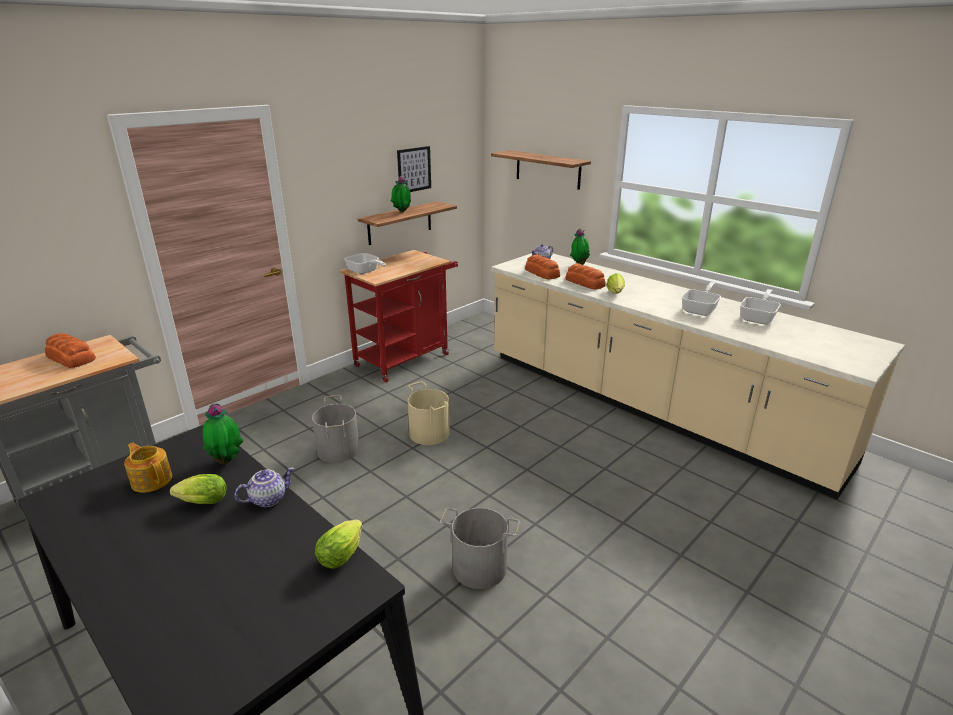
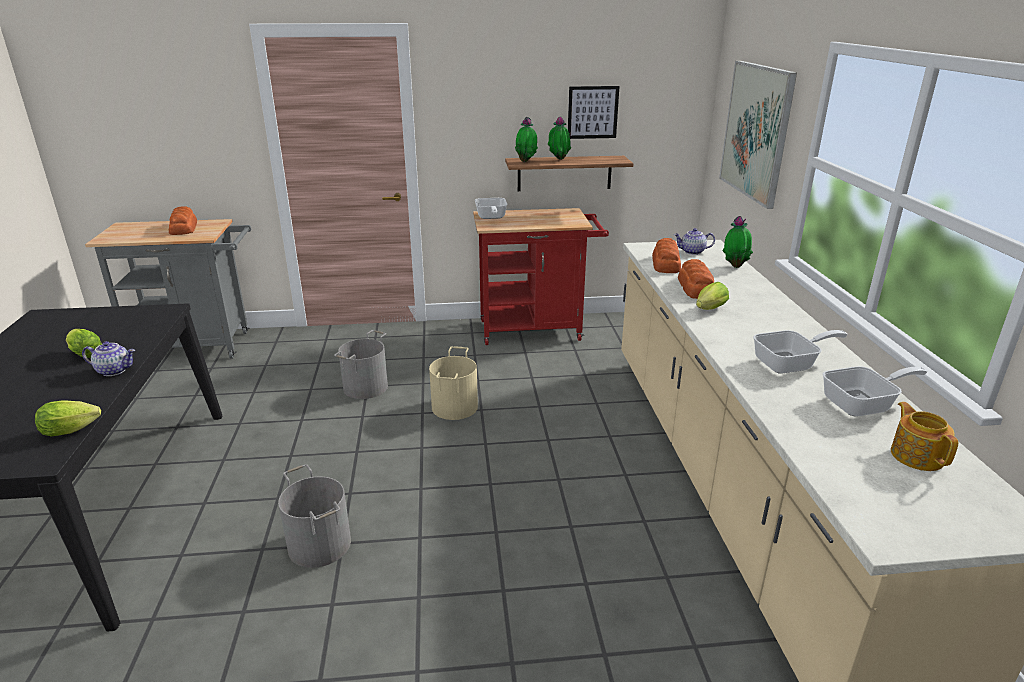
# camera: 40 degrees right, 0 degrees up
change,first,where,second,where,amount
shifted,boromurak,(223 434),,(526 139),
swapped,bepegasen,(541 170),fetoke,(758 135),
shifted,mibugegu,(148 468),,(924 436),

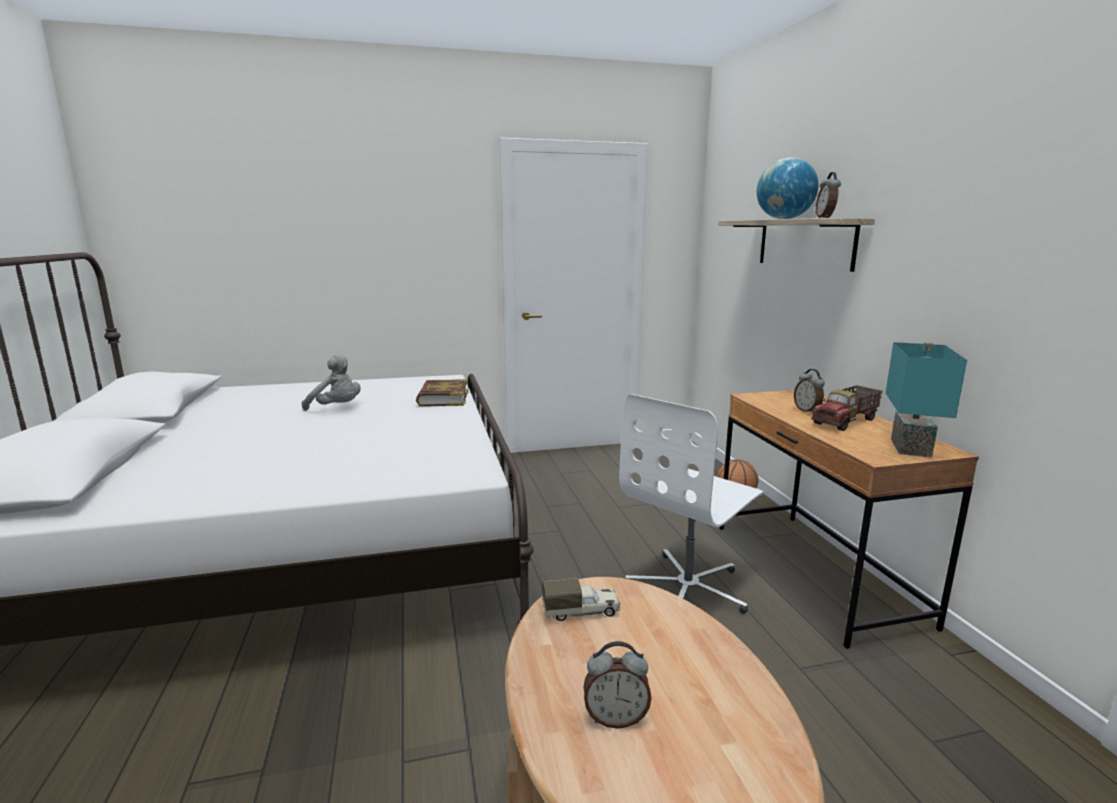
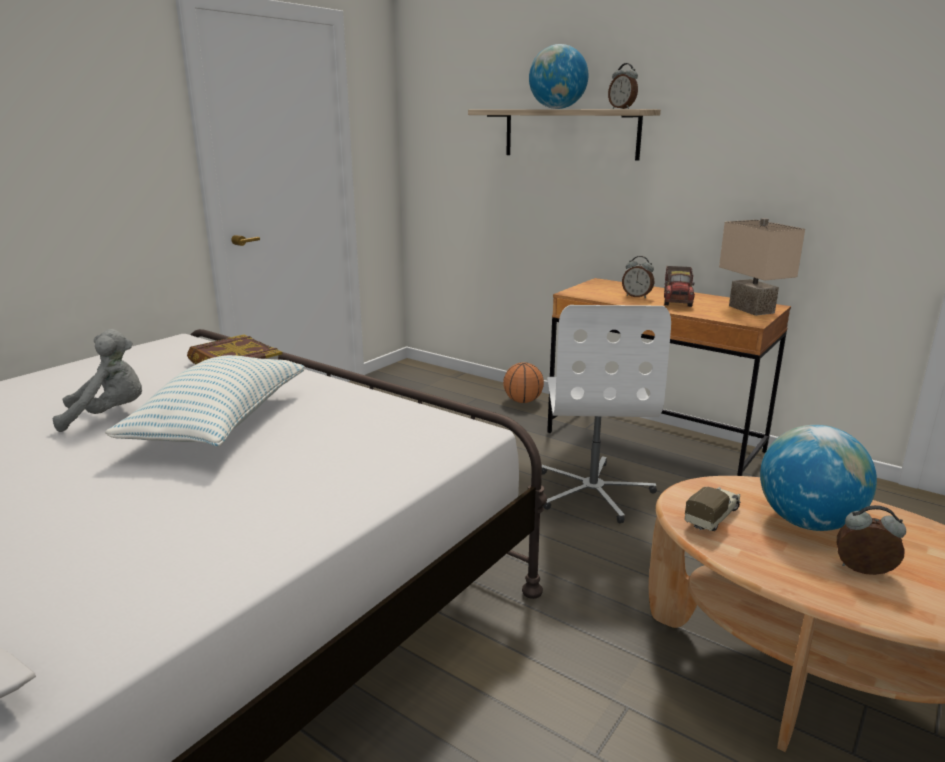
# camera: 40 degrees left, 5 degrees up
change,first,where,second,where,amount
new,,,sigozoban,(204 401),
repainted,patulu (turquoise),(926 400),patulu (beige),(762 267),
new,,,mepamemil,(818 478),
rotated,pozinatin,(618 685),,(871 540),120 degrees counterclockwise

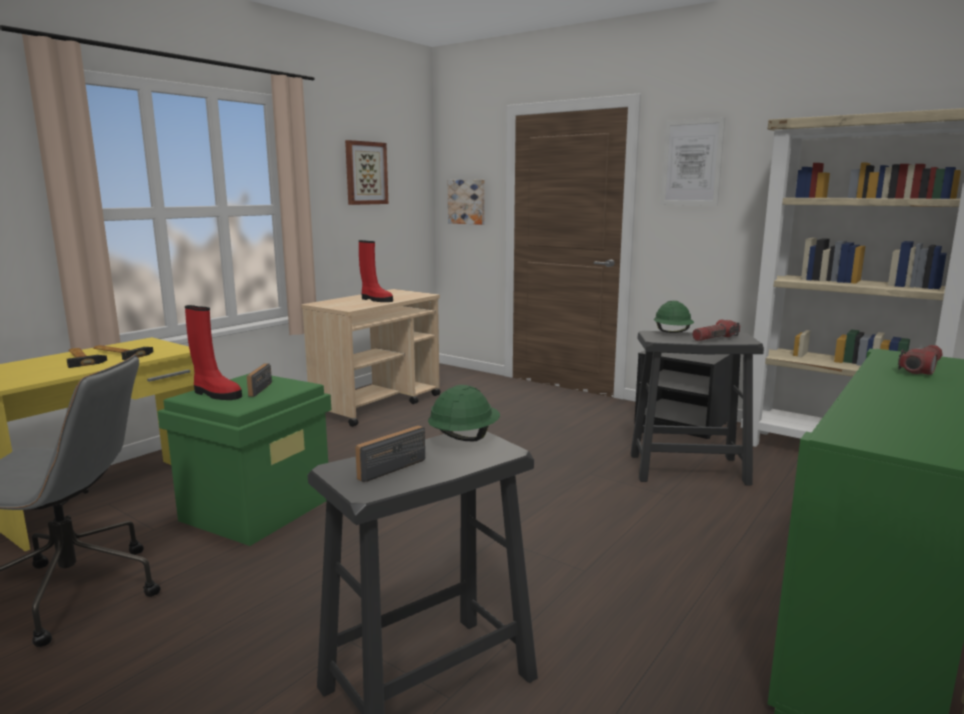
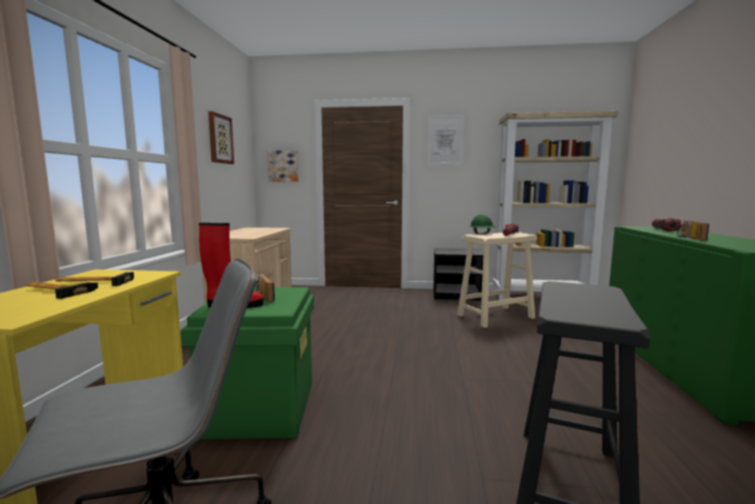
# camera: 30 degrees left, 5 degrees down
change,first,where,second,where,amount
repainted,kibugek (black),(697 408),kibugek (beige),(497 280),
shifted,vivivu,(390 453),,(693 230),
gone,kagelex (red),(376 271),,,
gone,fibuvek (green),(464 413),,,

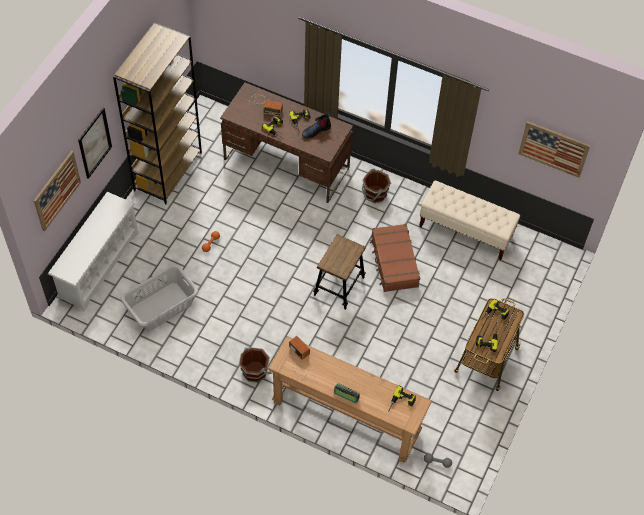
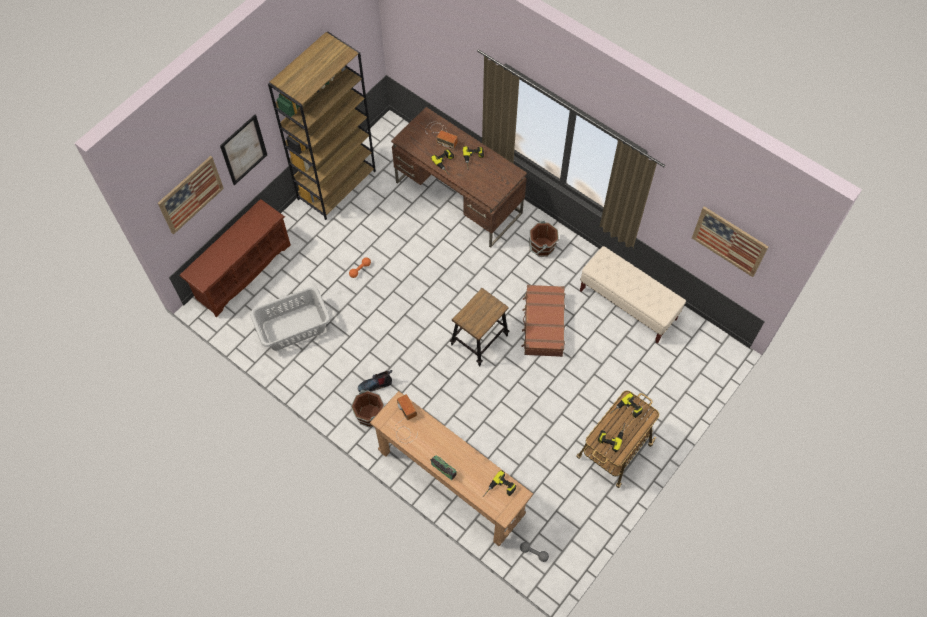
# camera: 15 degrees right, 5 degrees up
change,first,where,second,where,amount
repainted,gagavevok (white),(93 251),gagavevok (brown),(235 258),
shifted,kagelex,(317 125),,(375 381),

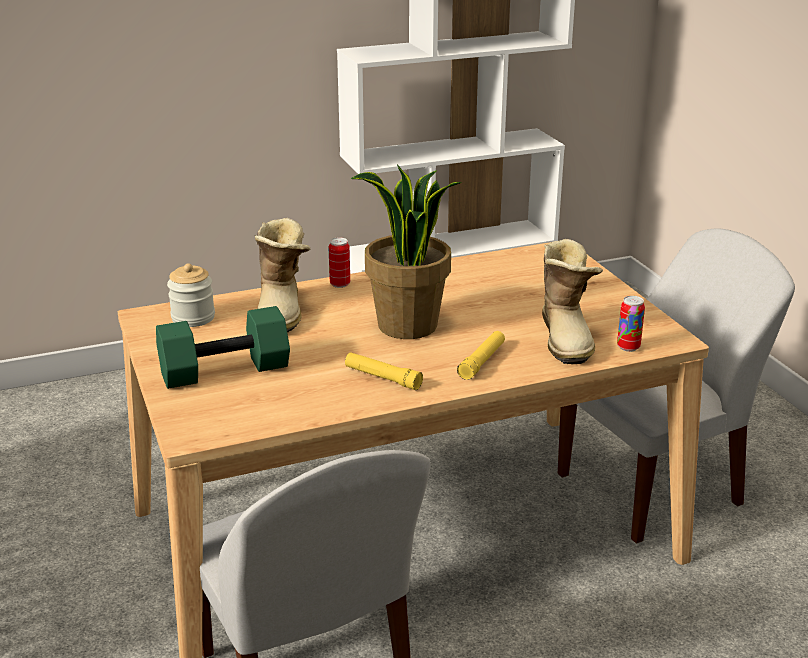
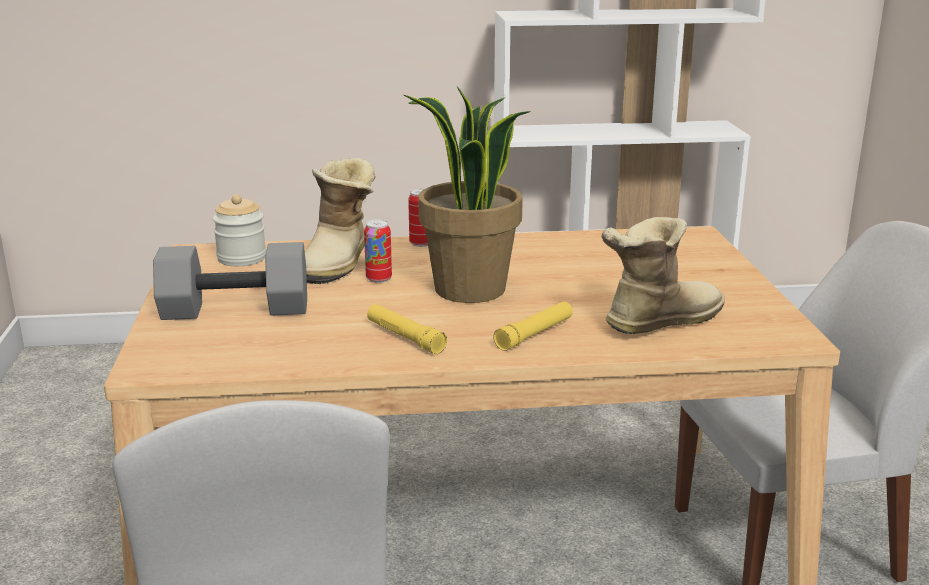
# camera: 15 degrees right, 5 degrees down
change,first,where,second,where,amount
repainted,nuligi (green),(223 347),nuligi (grey),(230 281),
shifted,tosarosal,(631 324),,(378 251),
rotated,kagelex,(572 301),,(663 275),135 degrees counterclockwise

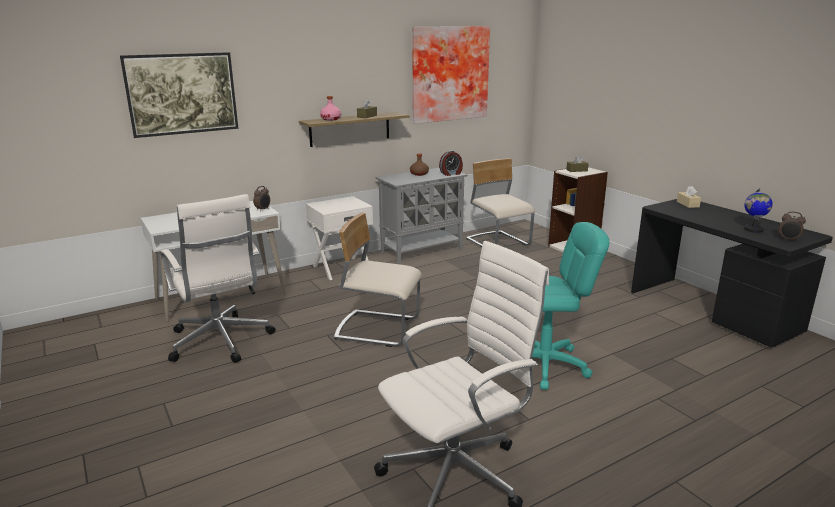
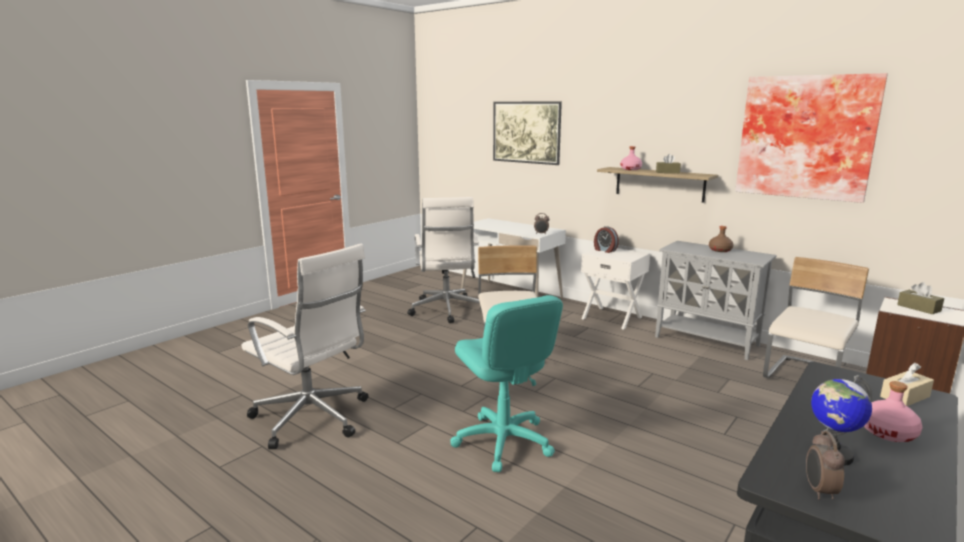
# camera: 70 degrees right, 5 degrees down
change,first,where,second,where,amount
rotated,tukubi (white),(218 278),,(444 260),45 degrees counterclockwise
shifted,pozinatin,(451 163),,(606 239),
new,,,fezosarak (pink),(893 411),

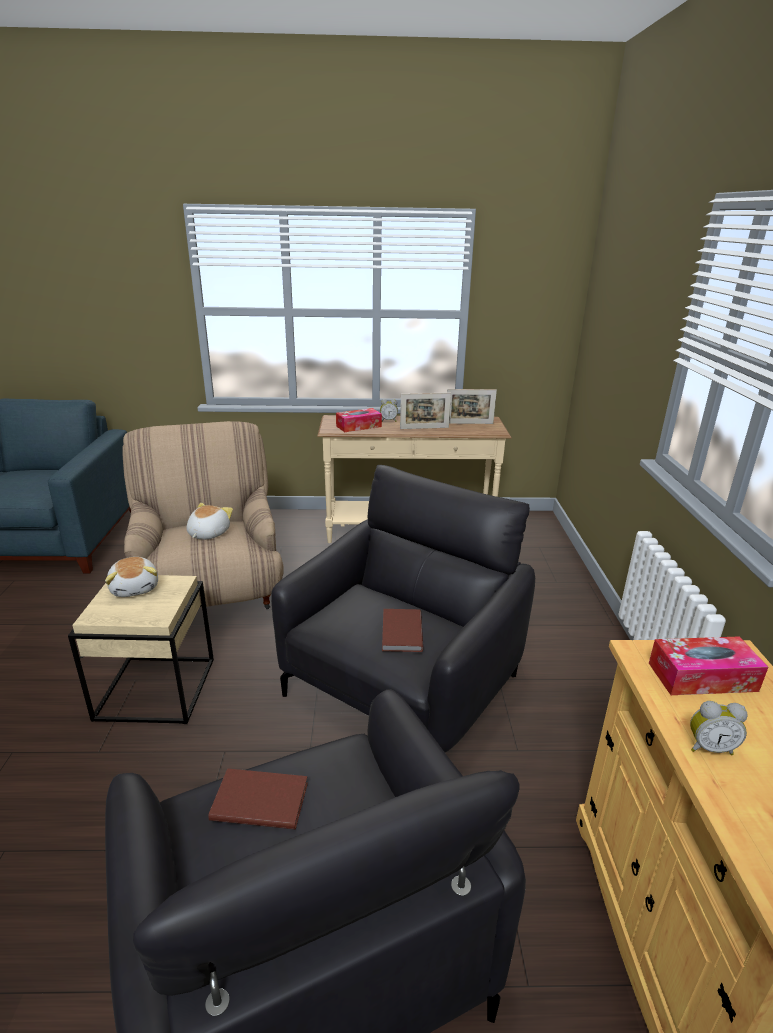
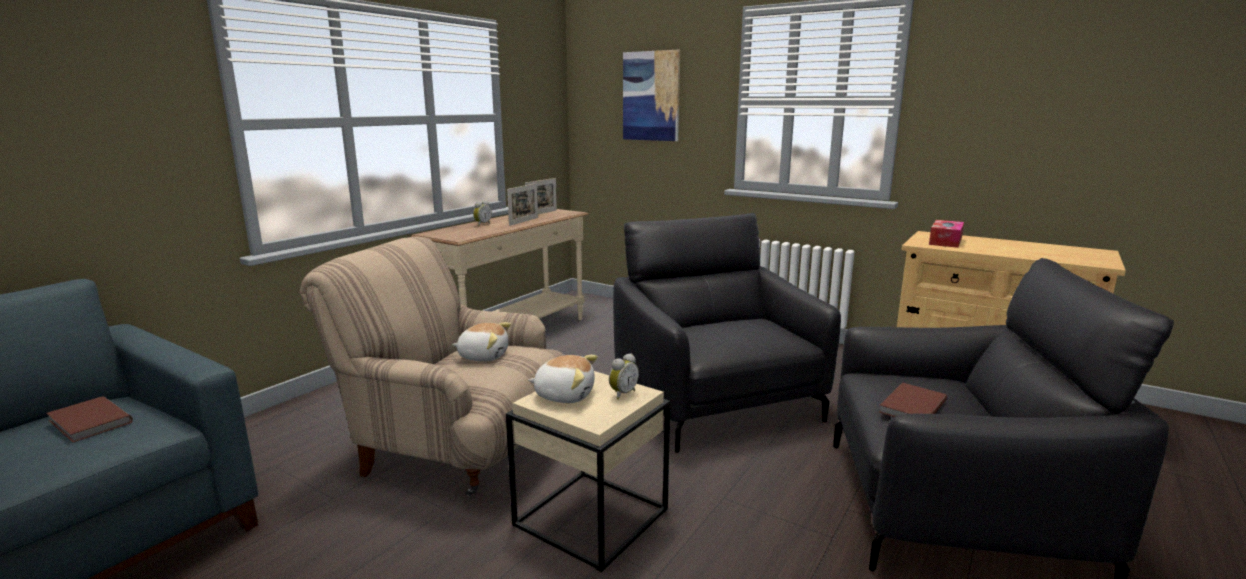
# camera: 55 degrees left, 10 degrees down
change,first,where,second,where,amount
shifted,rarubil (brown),(402 630),,(90 419),
rotated,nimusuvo,(210 521),,(481 342),135 degrees clockwise
shifted,pozinatin,(718 728),,(624 376),
new,,,fetoke,(651 95),
gone,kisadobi,(359 420),,,

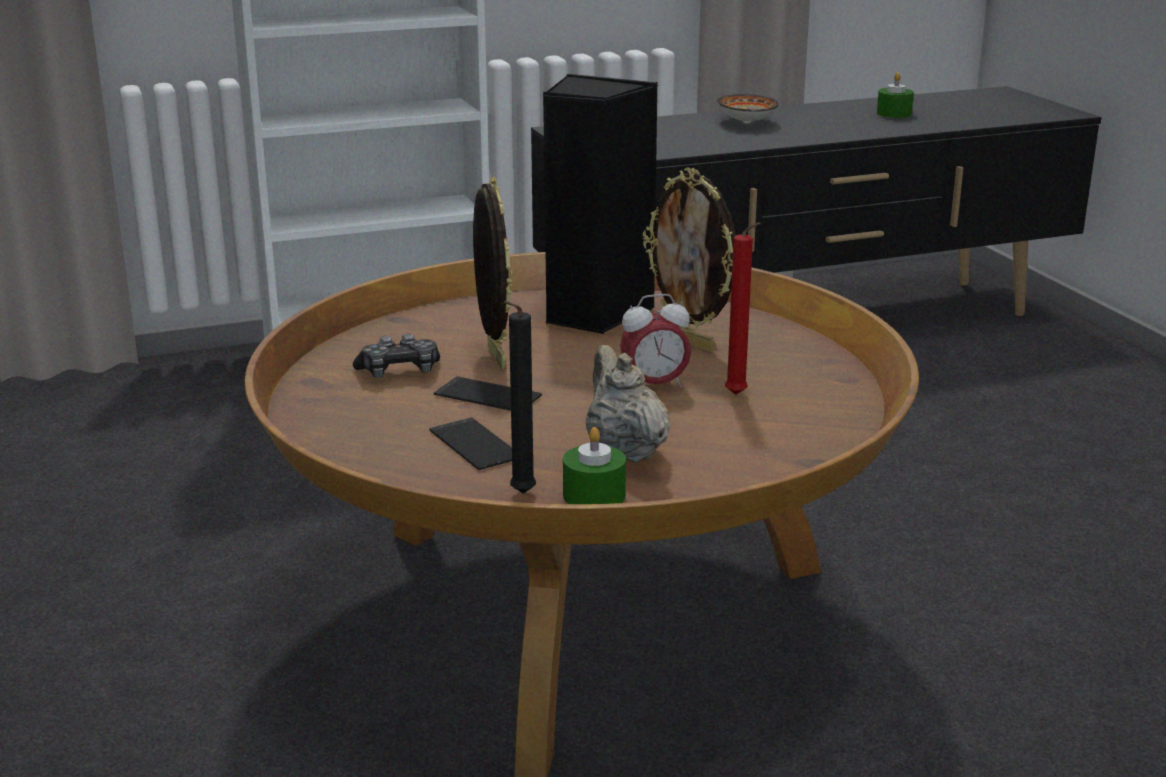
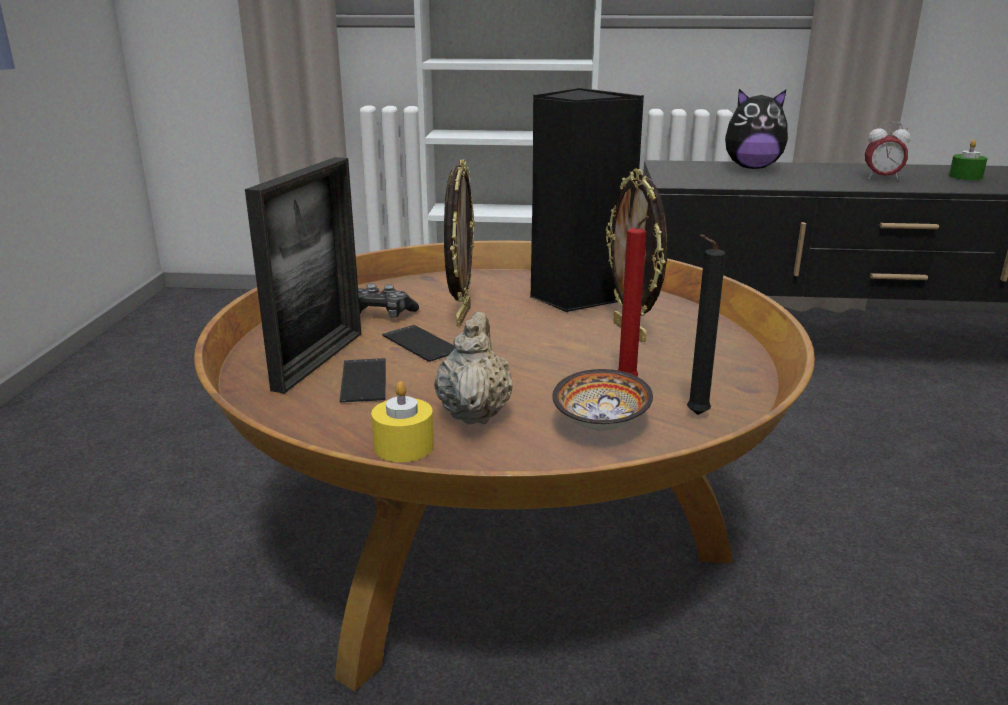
# camera: 25 degrees right, 0 degrees up
change,first,where,second,where,amount
new,,,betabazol,(303 275),
repainted,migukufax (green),(594 465),migukufax (yellow),(402 421),
shifted,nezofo,(748 108),,(602 400),
shifted,migukufax (black),(520 397),,(706 324),
new,,,nimusuvo,(756 129),
shifted,pozinatin,(655 341),,(888 151),

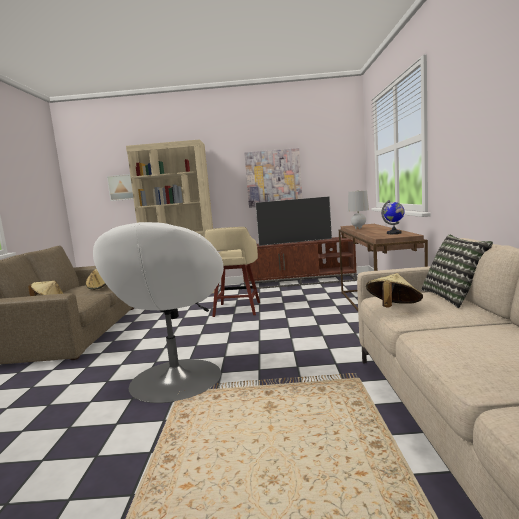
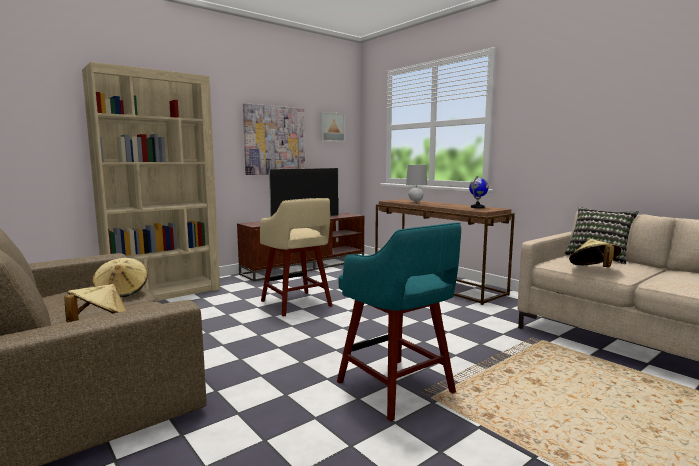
# camera: 40 degrees left, 0 degrees up
change,first,where,second,where,amount
shifted,fetoke,(120 187),,(332 127),
swapped,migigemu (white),(158 312),kibugek (turquoise),(399 322),

